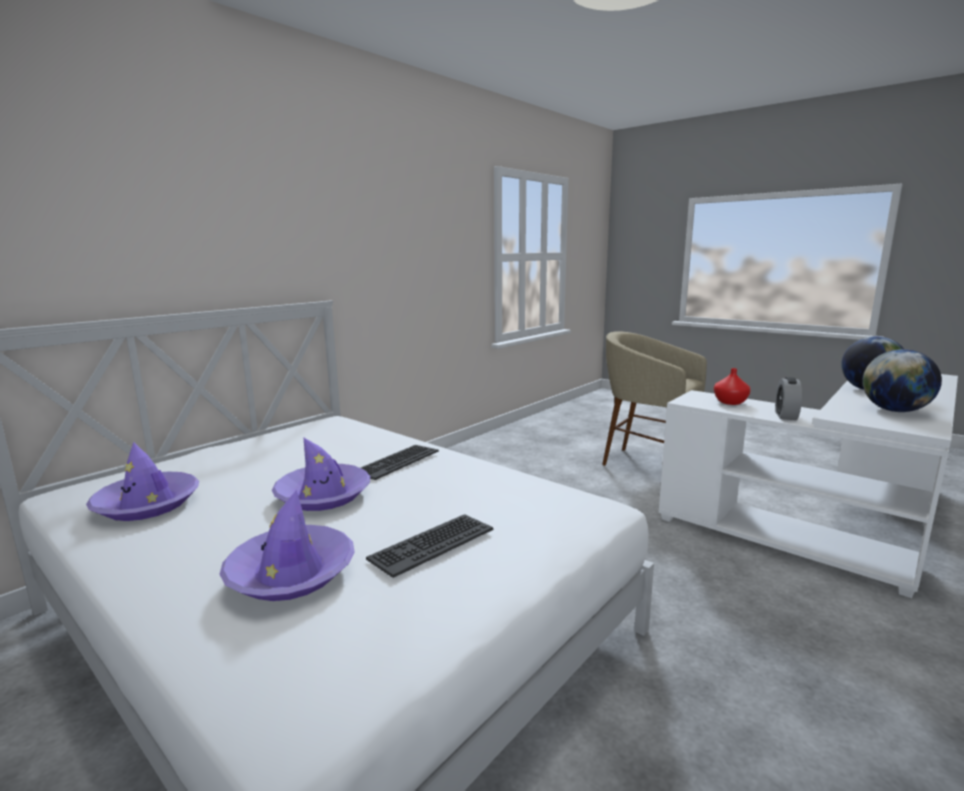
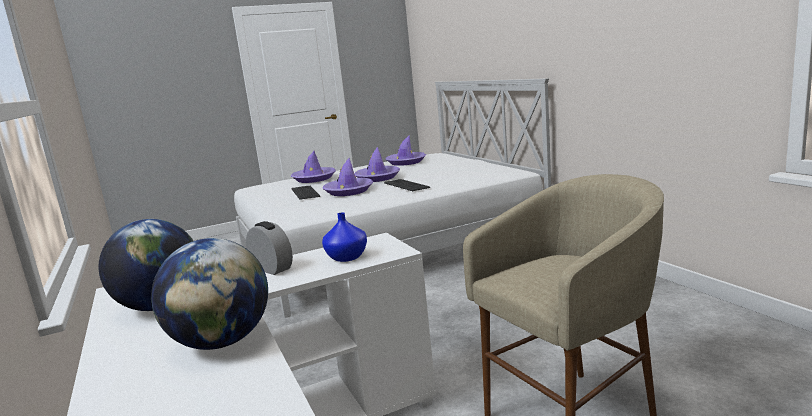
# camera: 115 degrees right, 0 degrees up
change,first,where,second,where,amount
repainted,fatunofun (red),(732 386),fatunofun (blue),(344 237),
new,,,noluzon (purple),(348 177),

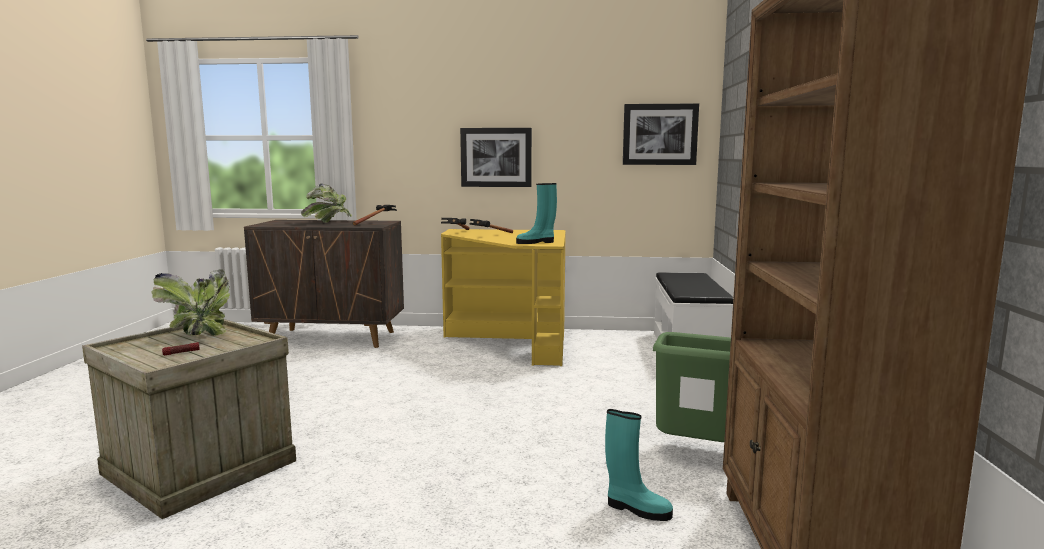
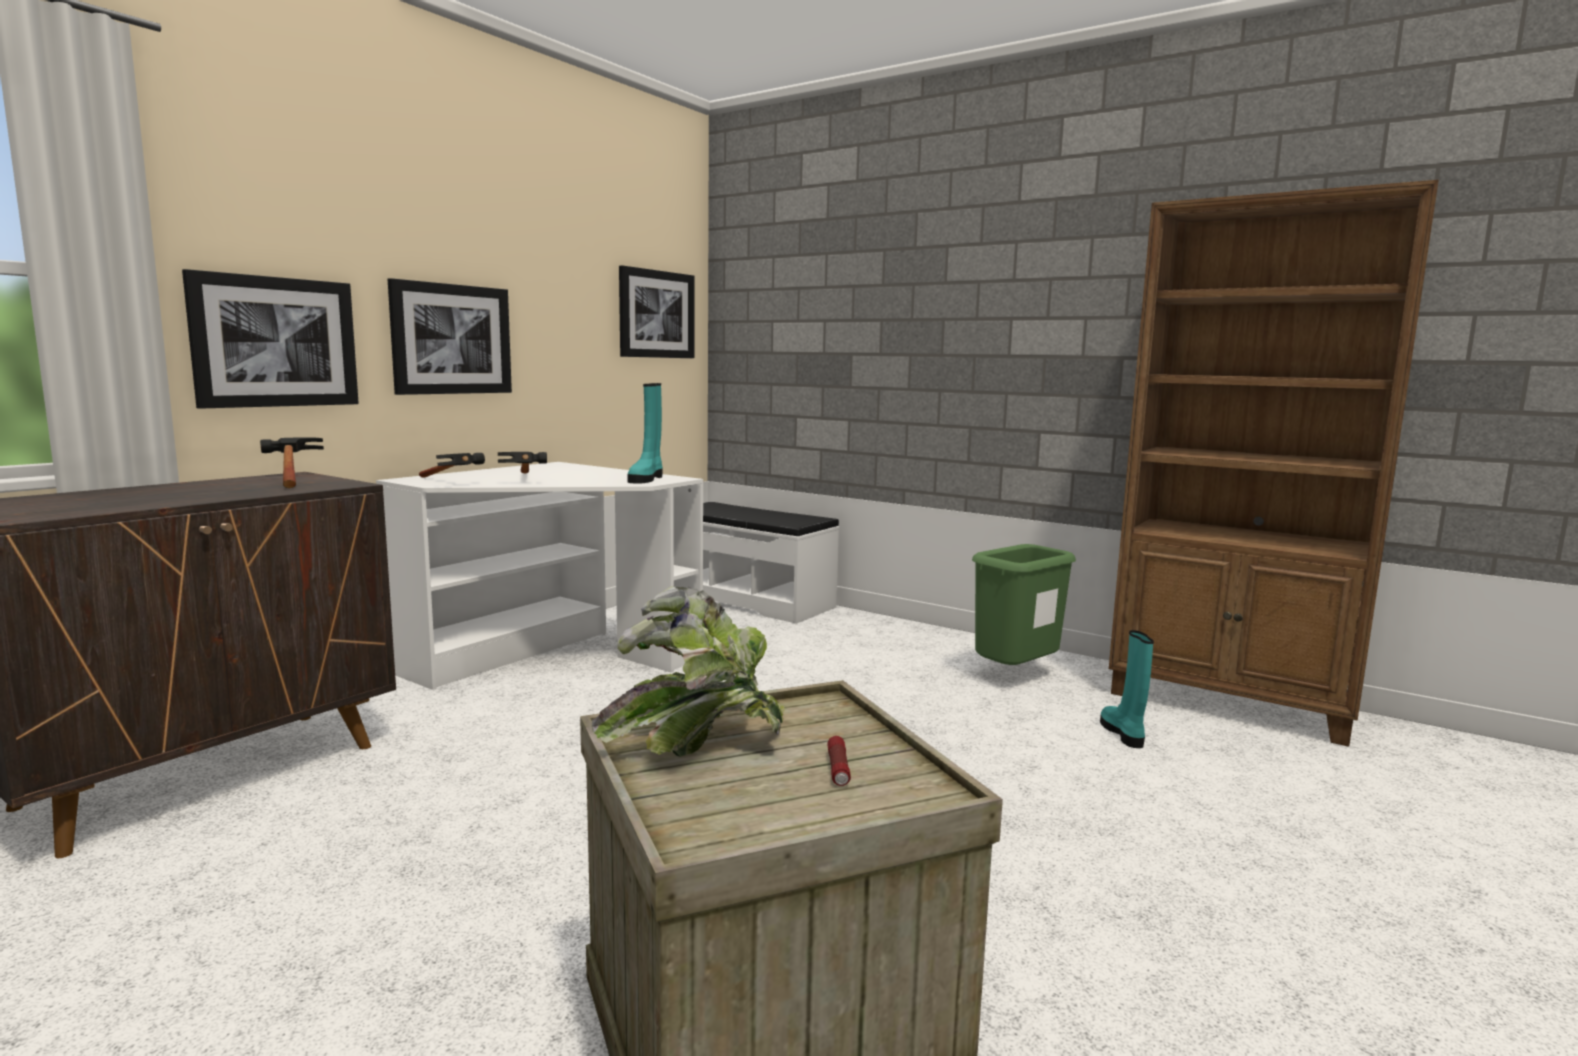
# camera: 60 degrees left, 0 degrees up
change,first,where,second,where,amount
new,,,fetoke,(270 339),
repainted,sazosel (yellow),(503 297),sazosel (white),(539 576),
rotated,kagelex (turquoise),(639 465),,(1127 689),60 degrees counterclockwise
gone,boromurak,(326 203),,,

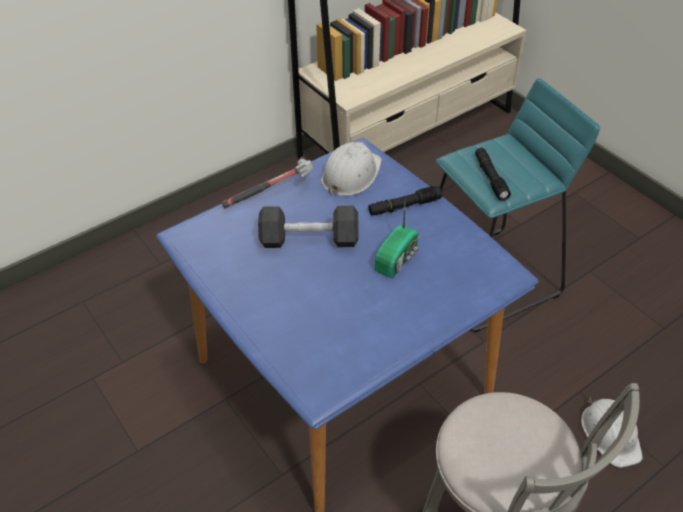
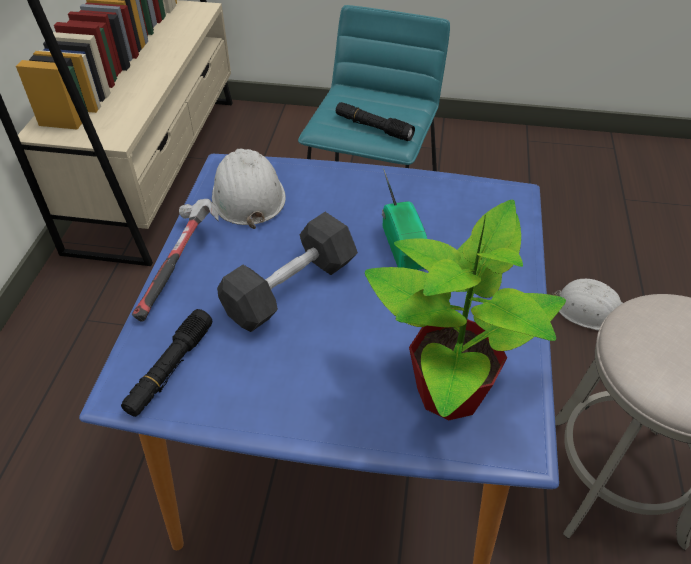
# camera: 45 degrees left, 0 degrees up
change,first,where,second,where,amount
shifted,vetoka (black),(405 200),,(166 363),
new,,,boromurak,(465 310),

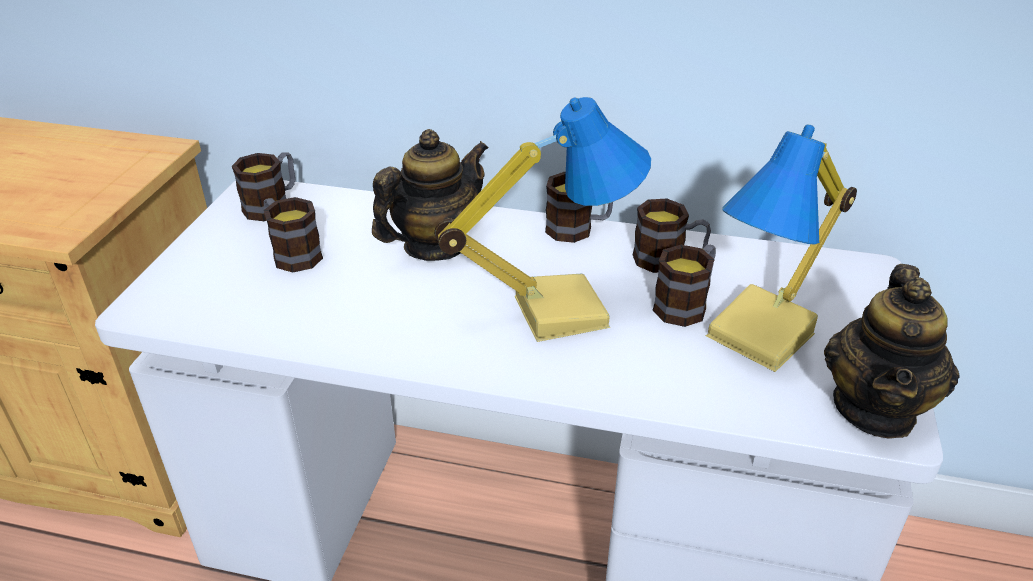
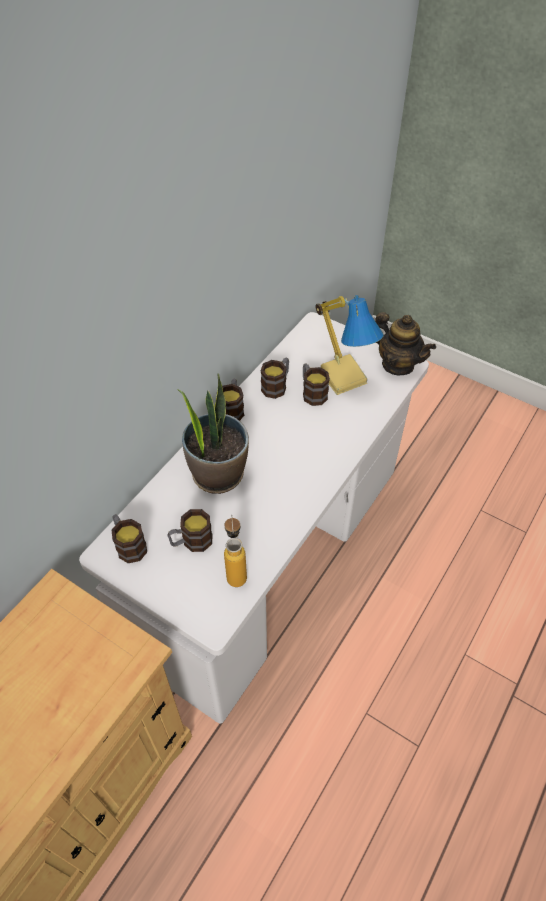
# camera: 70 degrees left, 15 degrees up
change,first,where,second,where,amount
swapped,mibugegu,(430 195),boromurak,(213 433),
new,,,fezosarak,(235 551),
gone,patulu,(542 219),,,

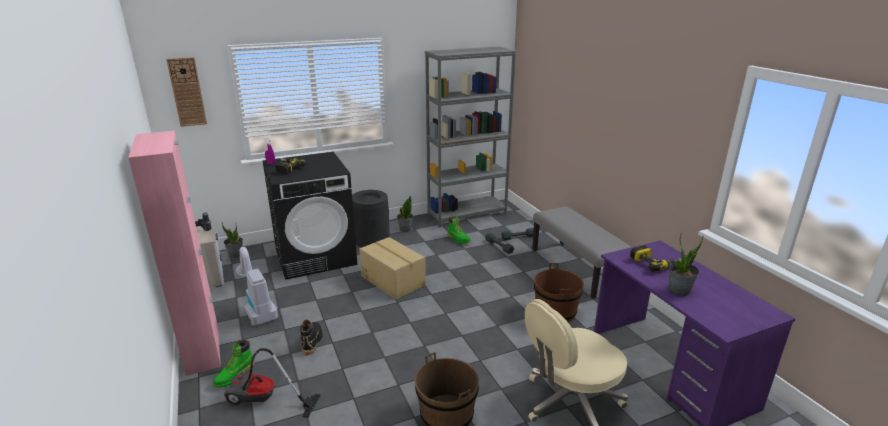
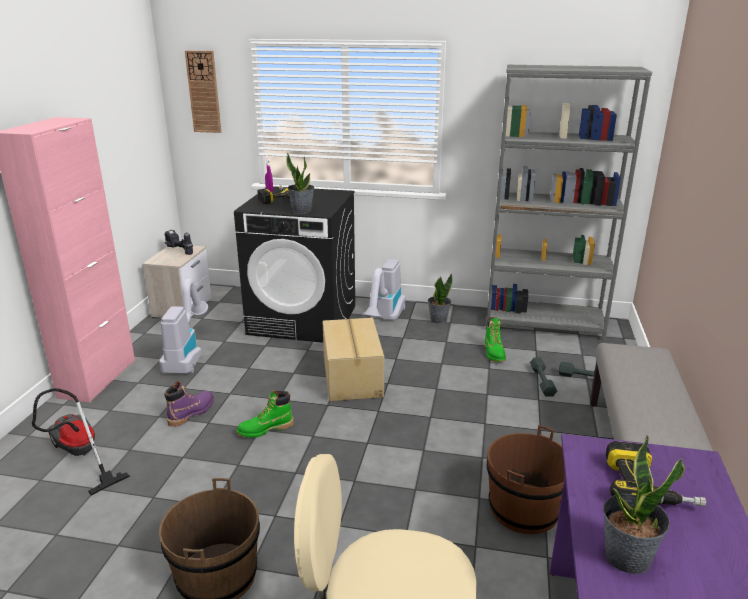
# camera: 35 degrees right, 0 degrees up
change,first,where,second,where,amount
repainted,kagelex (black),(311 337),kagelex (purple),(189 404),
shifted,kagelex (green),(233 363),,(265 414),
shifted,boromurak,(232 240),,(300 183),
swapped,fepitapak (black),(371 218),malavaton,(384 290),

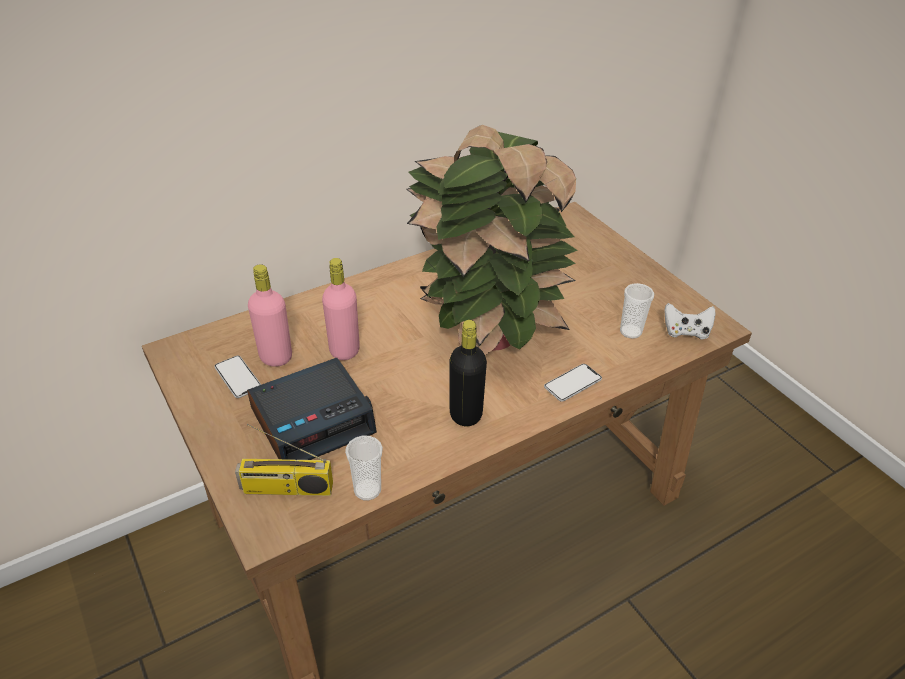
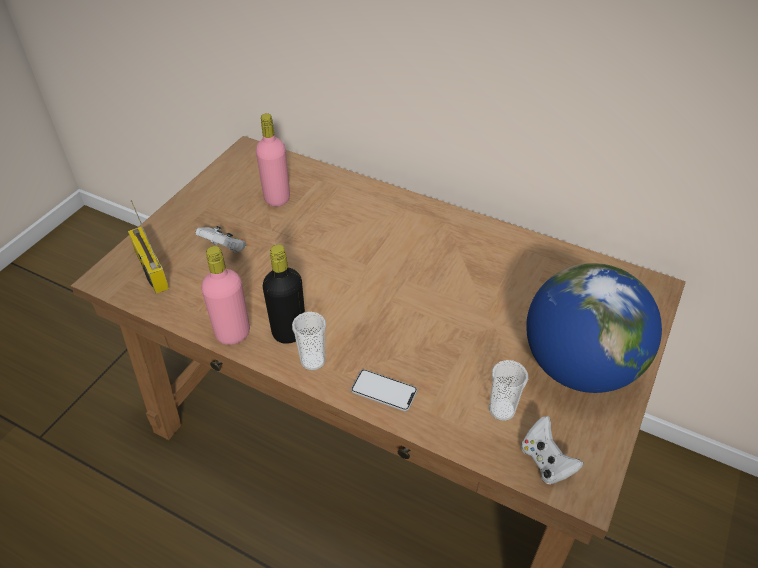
# camera: 60 degrees right, 5 degrees up
change,first,where,second,where,amount
swapped,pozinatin,(312 409),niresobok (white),(220 239),
shifted,fezosarak (pink),(341 309),,(225 295),
shifted,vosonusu,(364 468),,(309 341),
new,,,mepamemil,(594 328),
gone,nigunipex,(237 377),,,
gone,boromurak,(492 240),,,

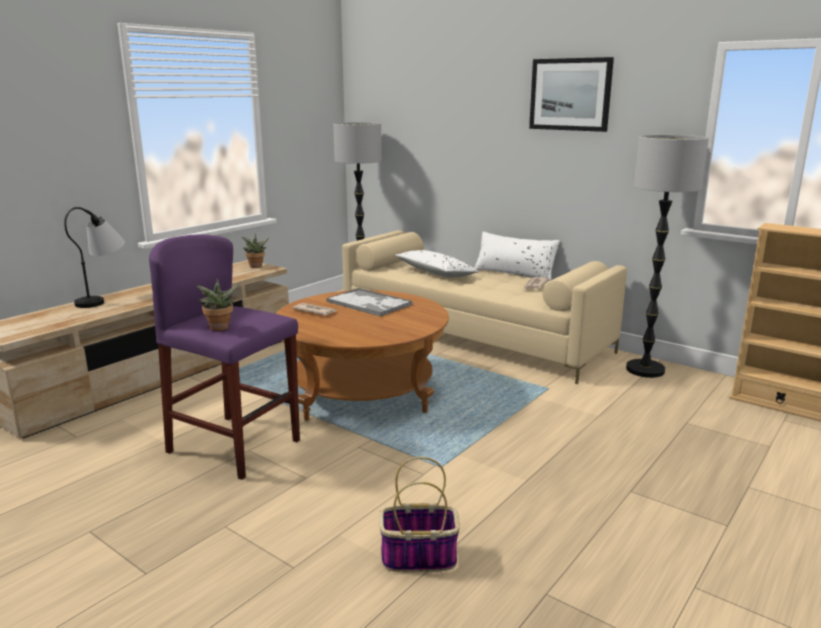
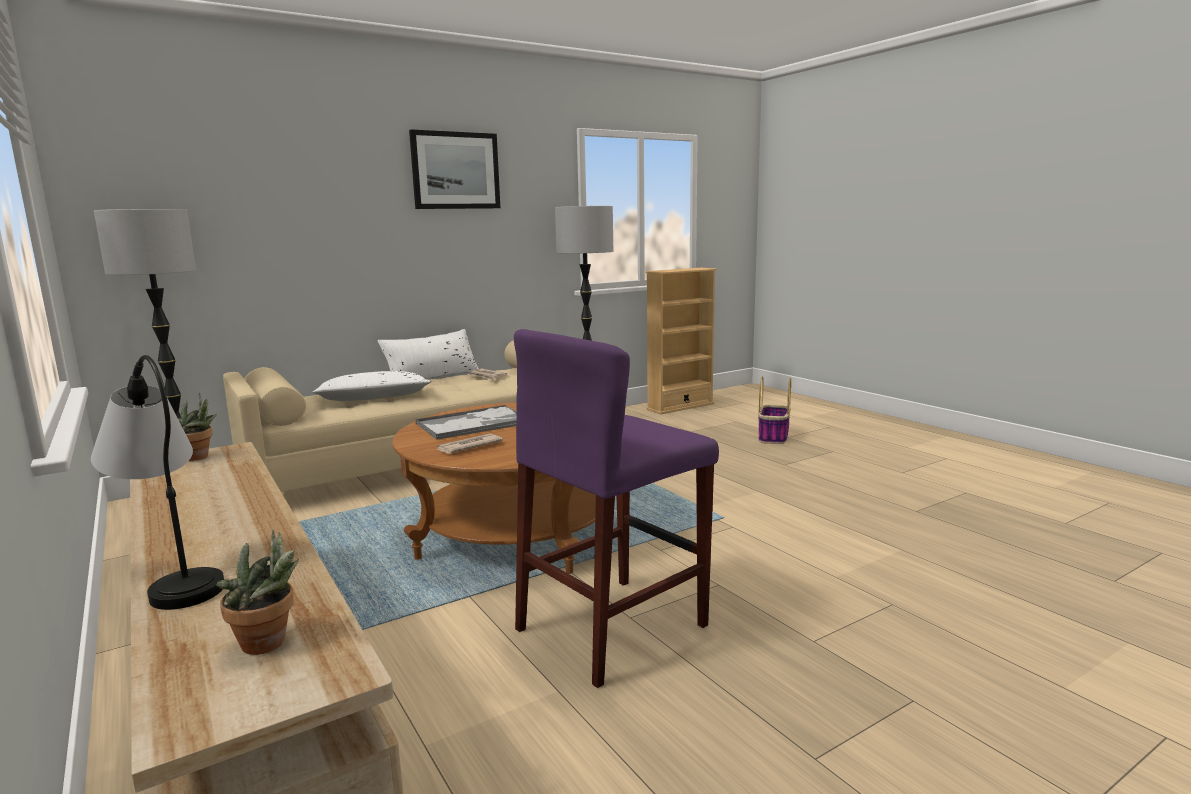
# camera: 70 degrees left, 5 degrees down
change,first,where,second,where,amount
shifted,boromurak,(217 304),,(257 592),
shifted,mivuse,(419 514),,(774 410),

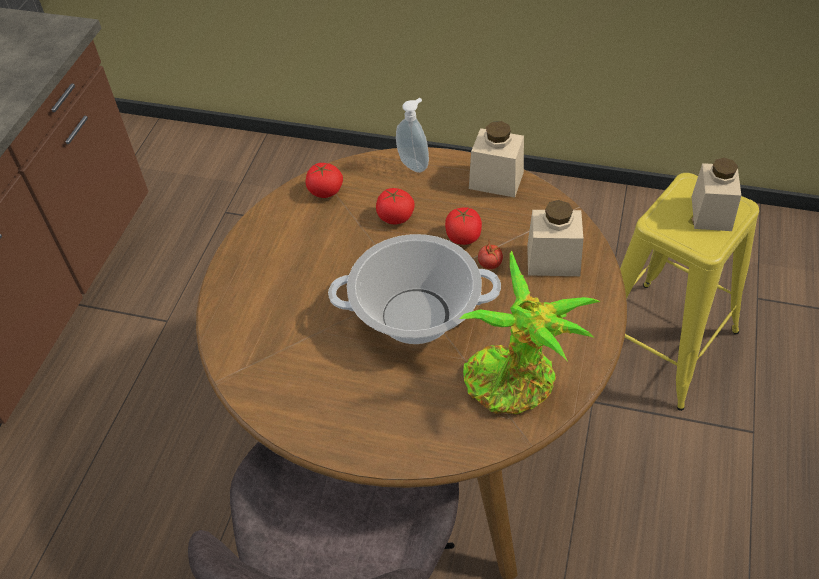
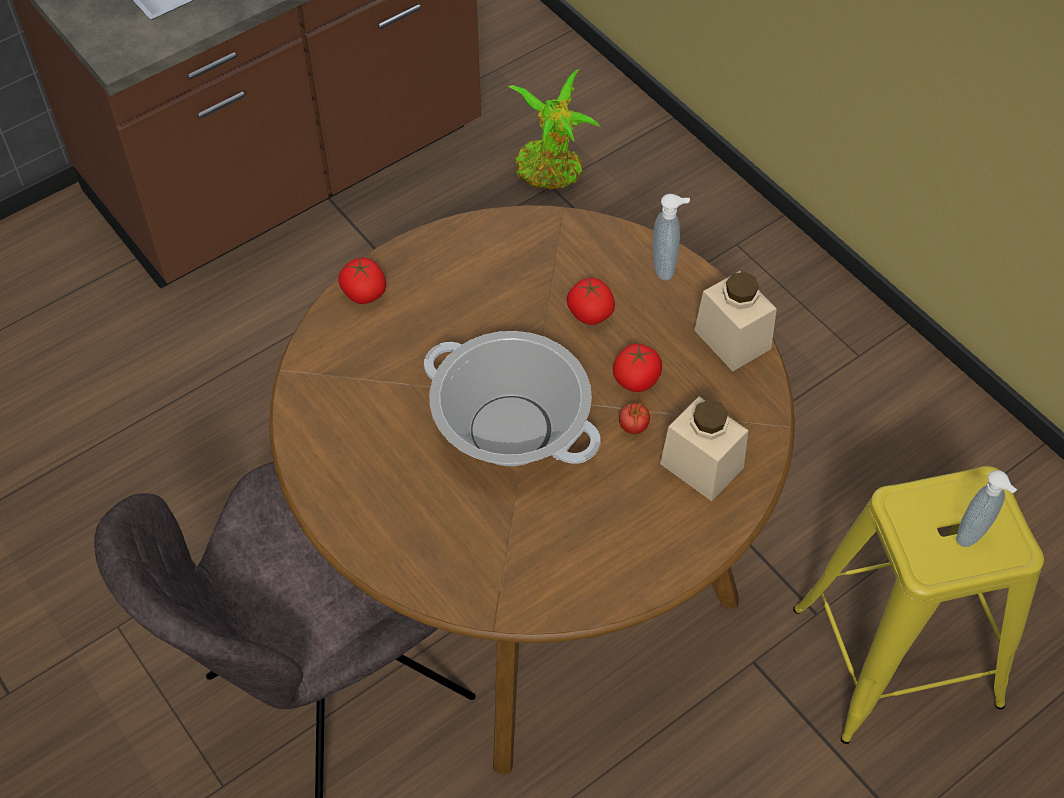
# camera: 35 degrees right, 5 degrees up
change,first,where,second,where,amount
shifted,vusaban,(324 180),,(362 281),
shifted,boromurak,(529 332),,(554 129),
swapped,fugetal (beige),(716 194),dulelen,(986 508),

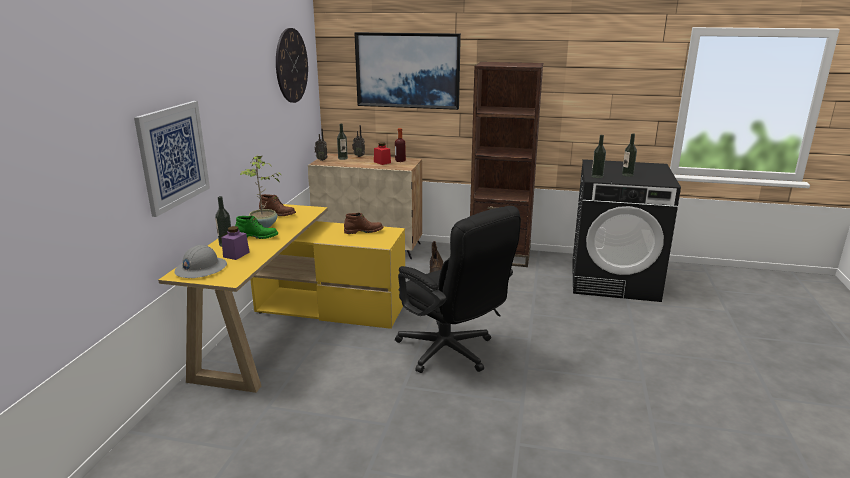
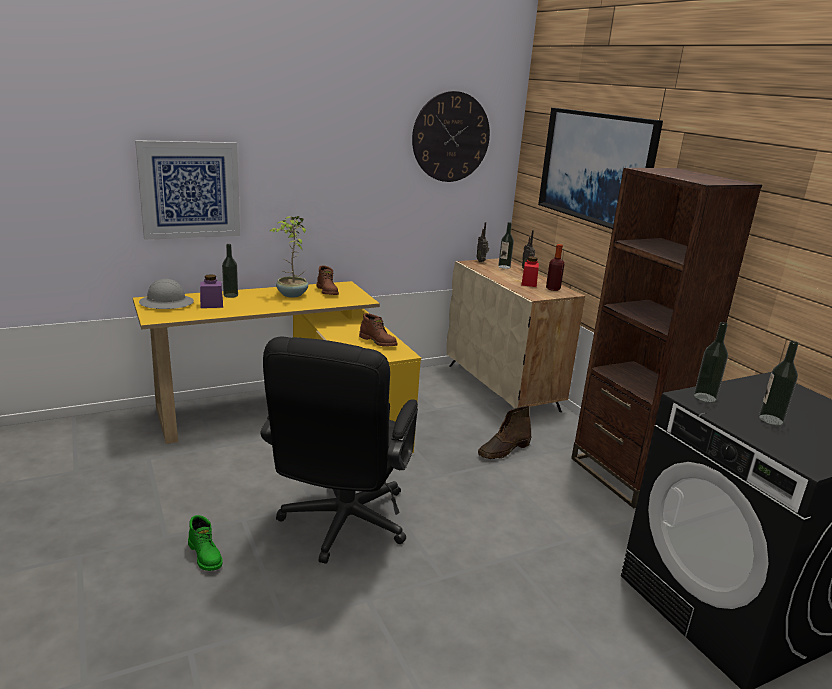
# camera: 50 degrees right, 0 degrees up
change,first,where,second,where,amount
shifted,kagelex (green),(256 227),,(205 543),

